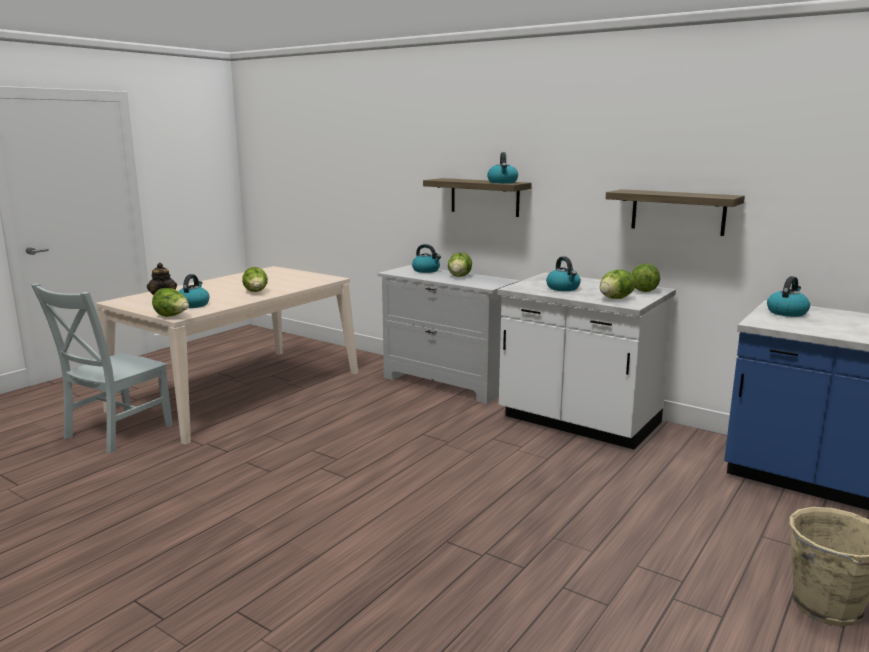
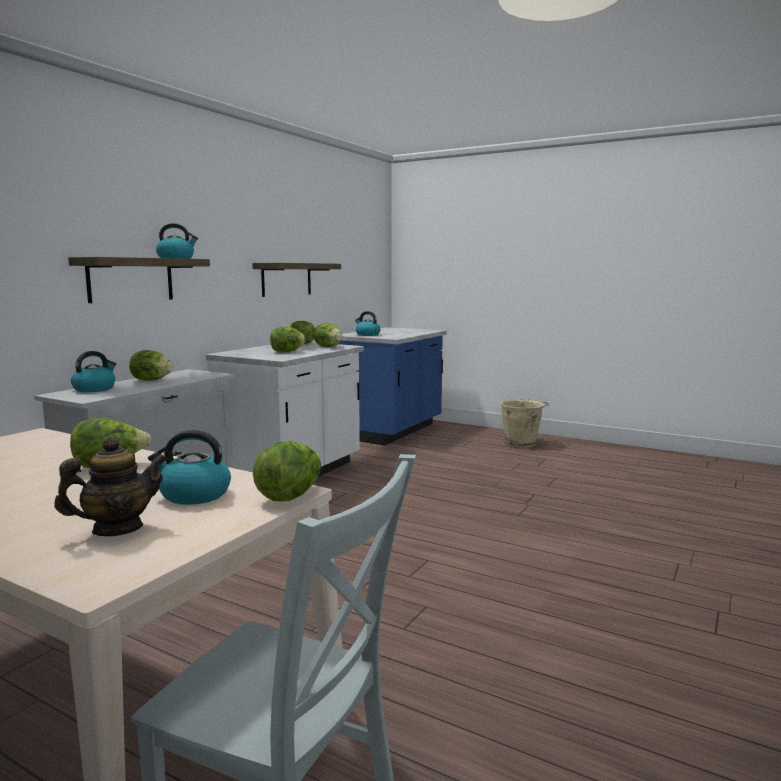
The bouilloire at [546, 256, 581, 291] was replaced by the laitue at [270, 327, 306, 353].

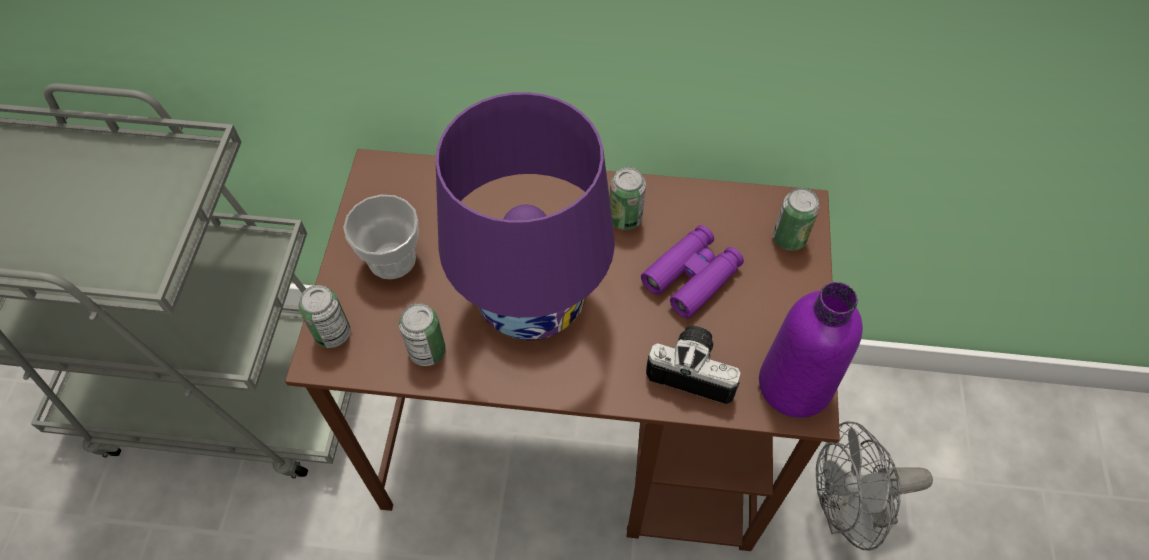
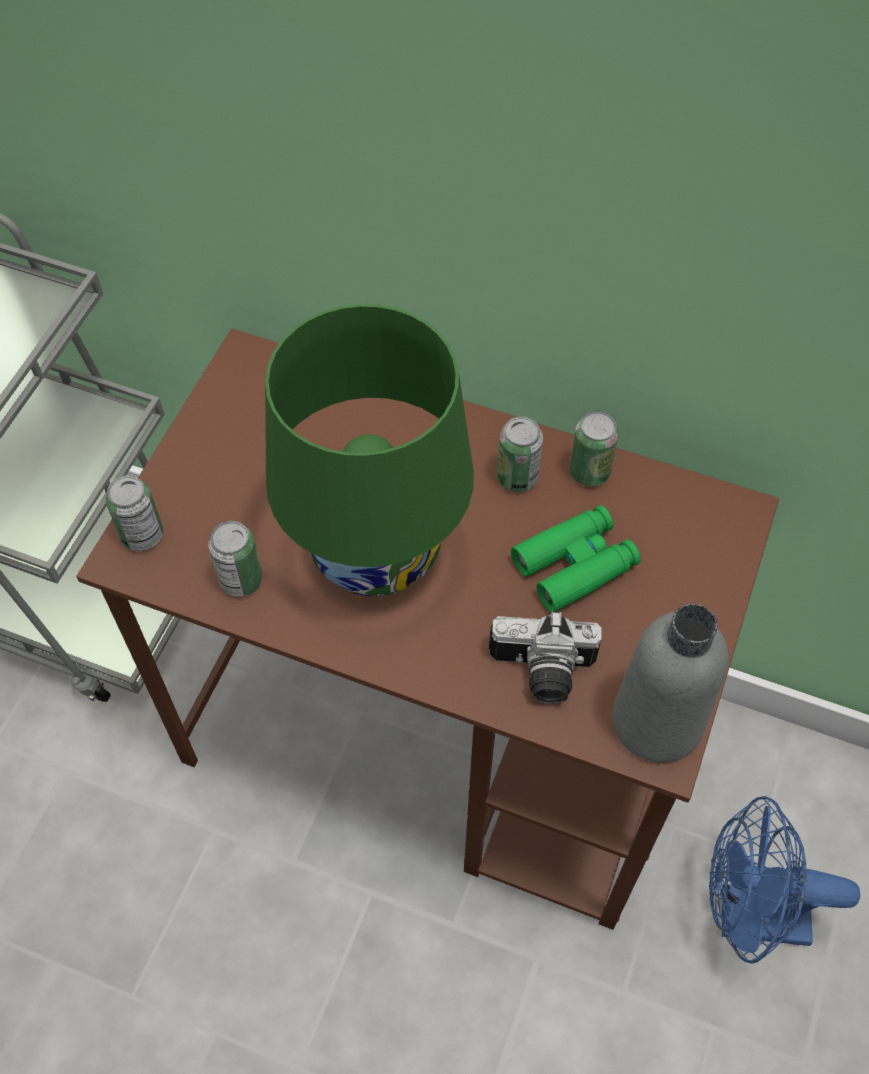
The lampe de table [violet] at [436, 92, 615, 340] became the lampe de table [vert] at [265, 304, 474, 596].
The appareil photo at [646, 326, 741, 404] turned 150 degrees clockwise.
The jumelles [violet] at [641, 225, 744, 318] became the jumelles [vert] at [511, 505, 641, 612].
The boîte métallique moved from [773, 188, 820, 251] to [569, 411, 619, 487].
The bouteille [violet] at [759, 282, 863, 418] became the bouteille [gris] at [612, 604, 728, 763].
The ventilateur [gris] at [816, 421, 933, 551] became the ventilateur [bleu] at [709, 796, 860, 964].
The tasse at [343, 195, 418, 279] disappeared.

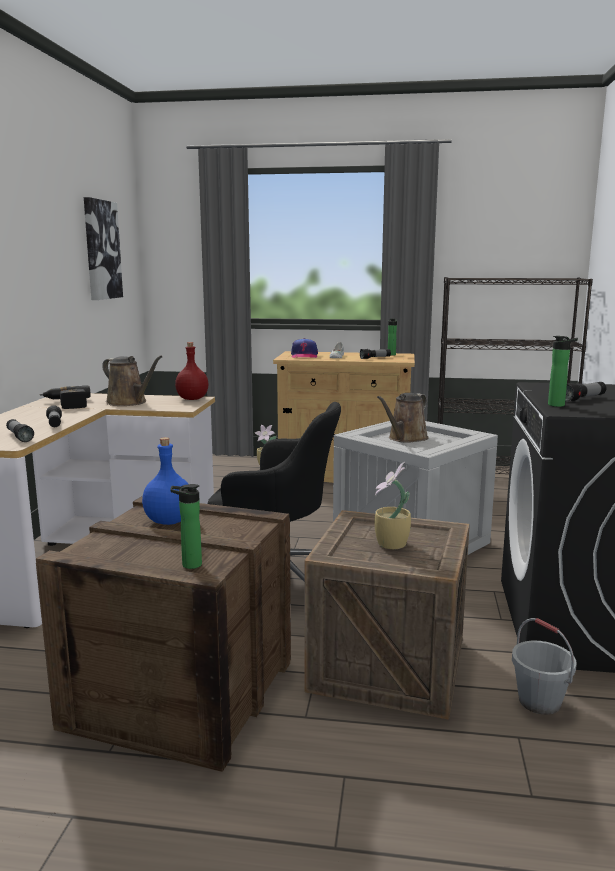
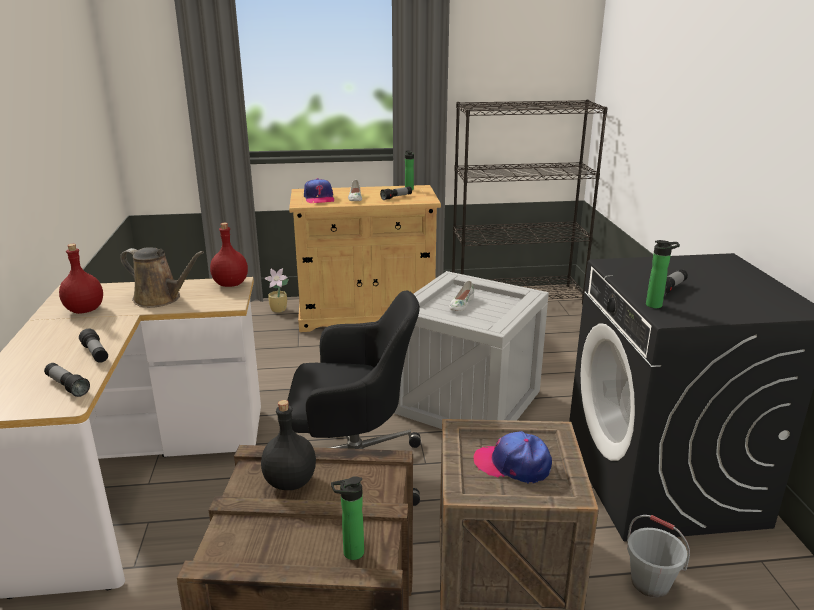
The perceuse at [40, 385, 91, 409] was replaced by the bouteille [rouge] at [59, 244, 103, 314].
The bouteille [bleu] at [142, 437, 188, 525] became the bouteille [noir] at [261, 400, 316, 490].
The arrosoir [marron] at [377, 393, 429, 443] was replaced by the chaussure [blanc] at [449, 281, 474, 312].
The plante en pot at [374, 462, 411, 549] was replaced by the casquette at [473, 431, 552, 484].
The tableau at [84, 197, 123, 300] disappeared.

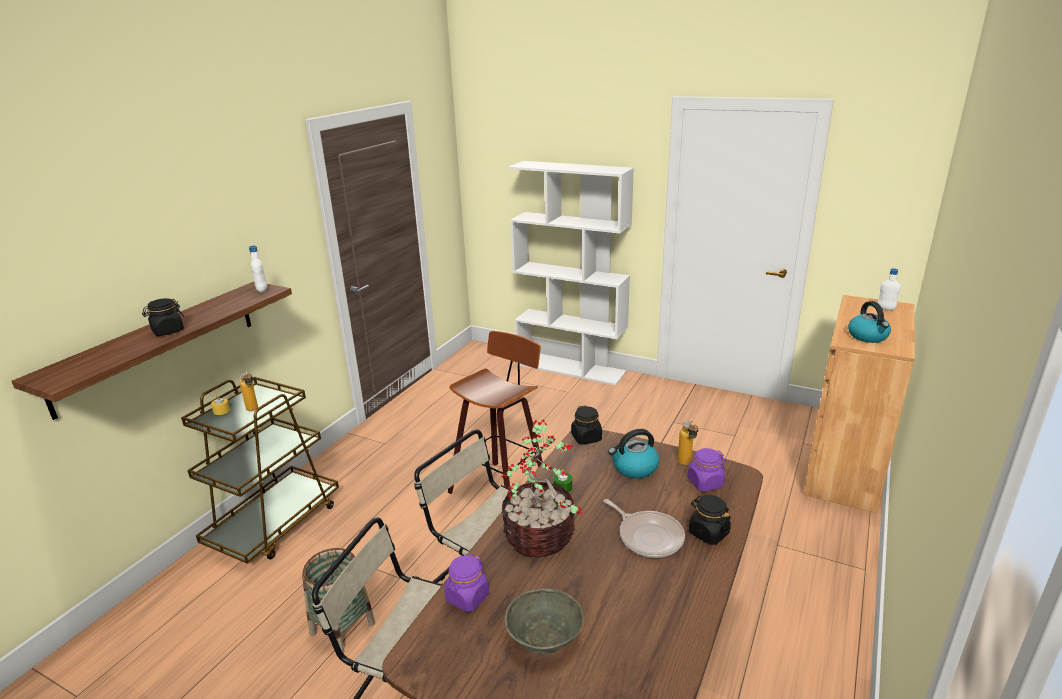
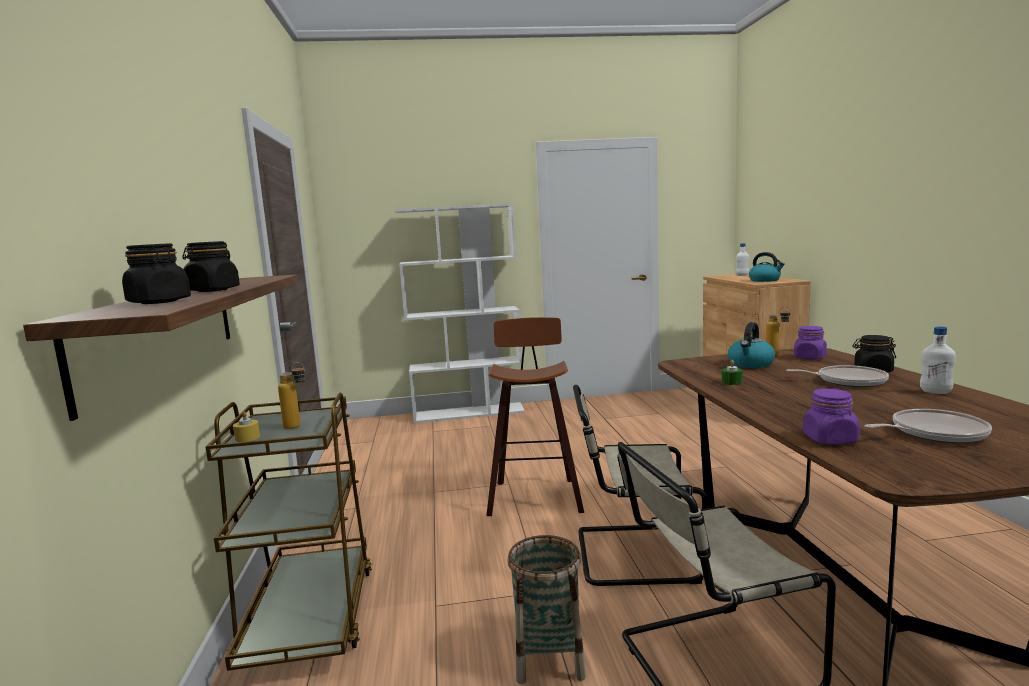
The bocal [noir] moved from [571, 406, 602, 444] to [122, 243, 191, 304].
The bol [gris] at [505, 589, 584, 654] was replaced by the poêle at [864, 409, 992, 443].
The bouteille [blanc] moved from [249, 246, 267, 293] to [920, 326, 956, 394].
The plante en pot at [501, 419, 583, 557] disappeared.

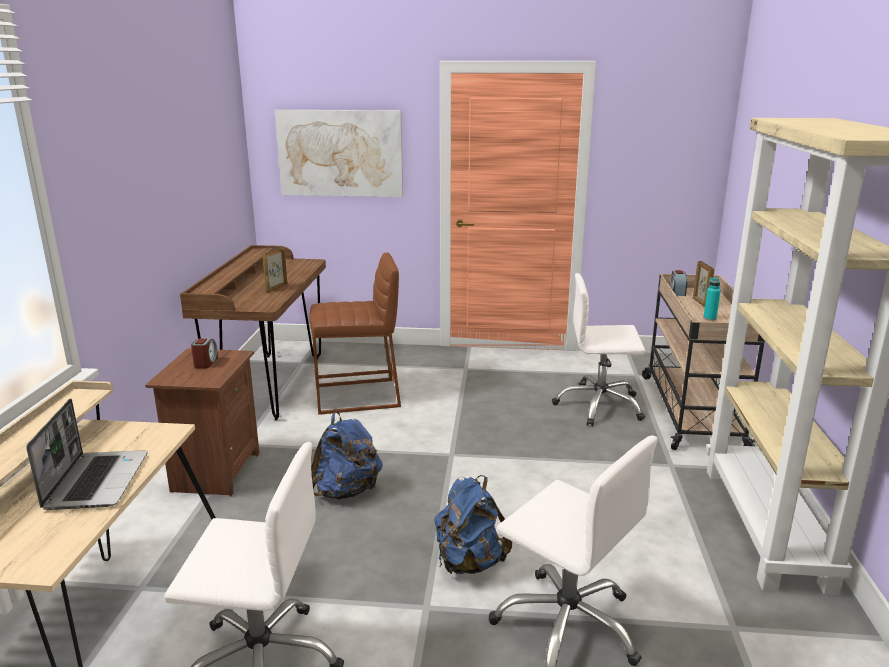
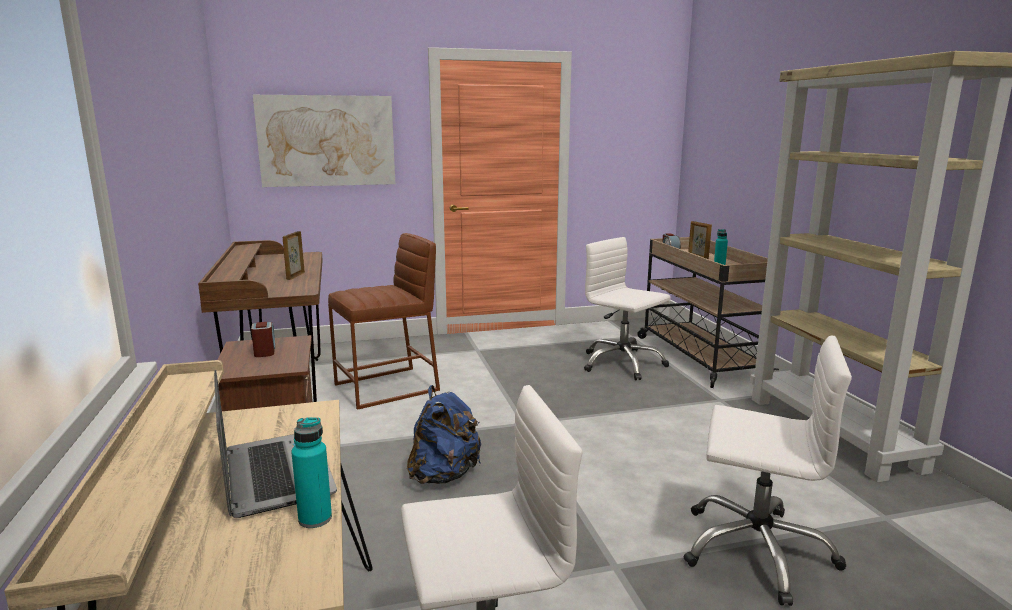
The bouteille [turquoise] at [291, 417, 332, 528] appeared.
The chaise de bureau [blanc] at [552, 273, 645, 426] turned 60 degrees clockwise.
The sac à dos [bleu] at [434, 475, 512, 574] disappeared.

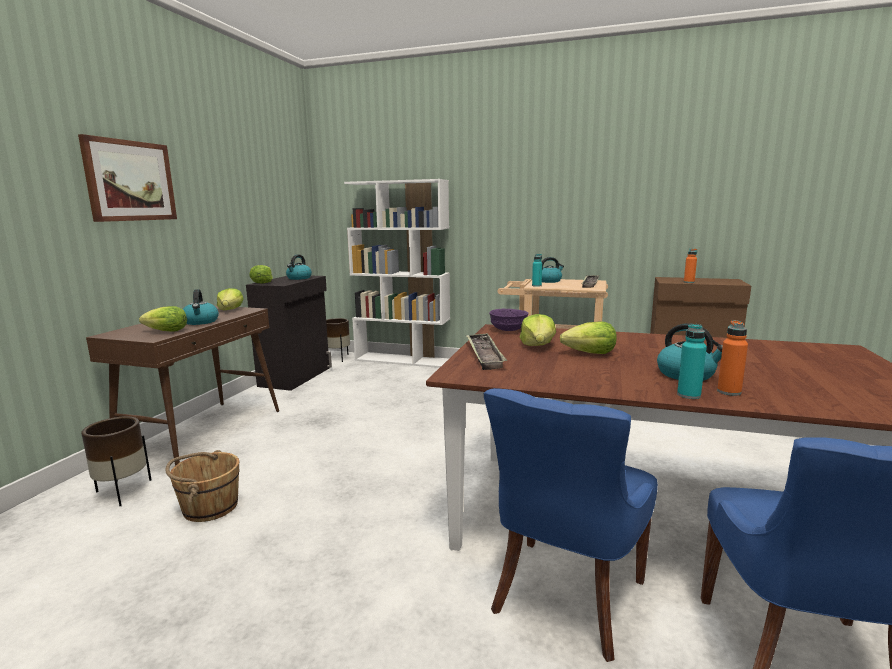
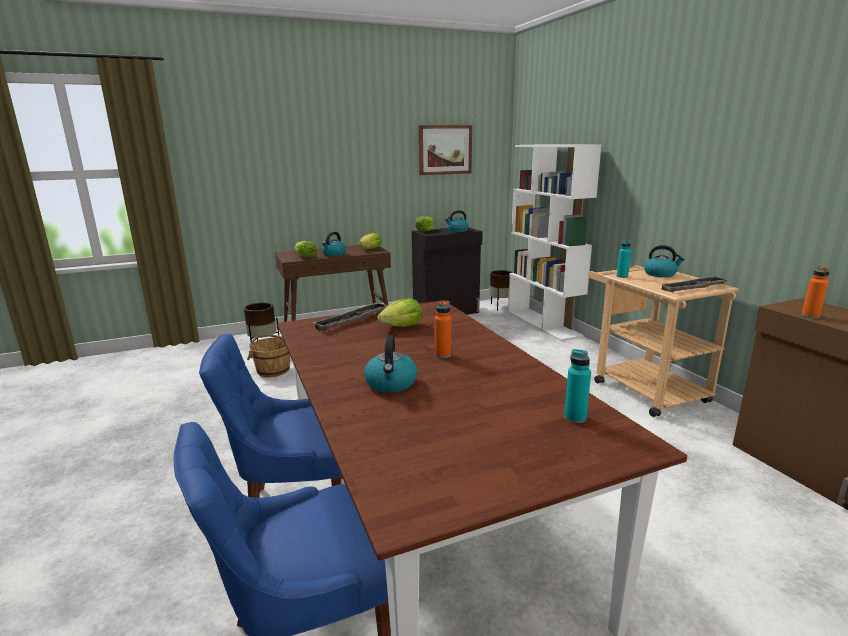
The tableau moved from [78, 134, 177, 222] to [419, 125, 472, 175].
The bouteille [orange] moved from [717, 320, 748, 396] to [434, 301, 451, 358].
The bouteille [turquoise] moved from [677, 324, 707, 399] to [564, 349, 591, 423].
The bol [violet] at [489, 309, 528, 331] disappeared.
The laitue at [560, 321, 617, 354] disappeared.

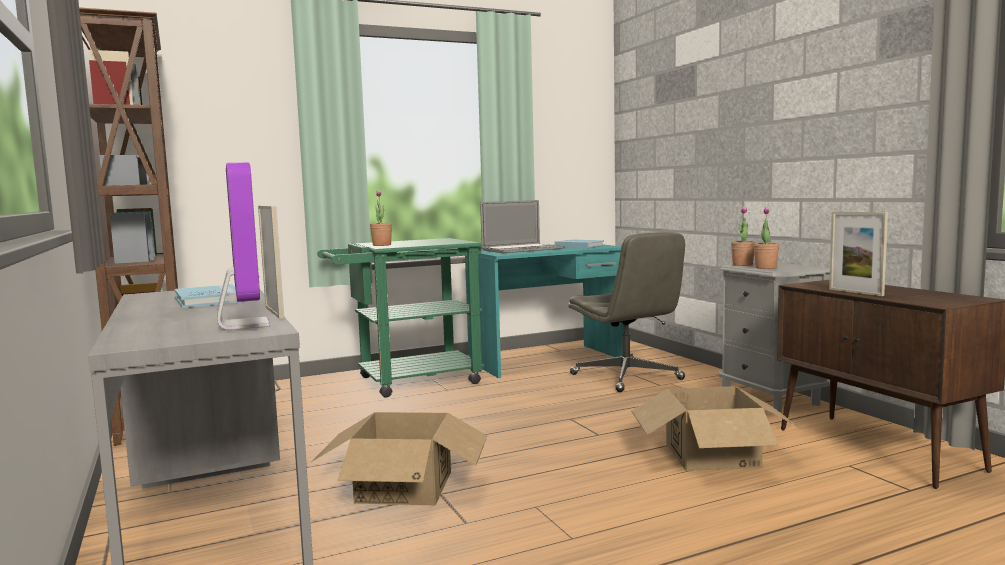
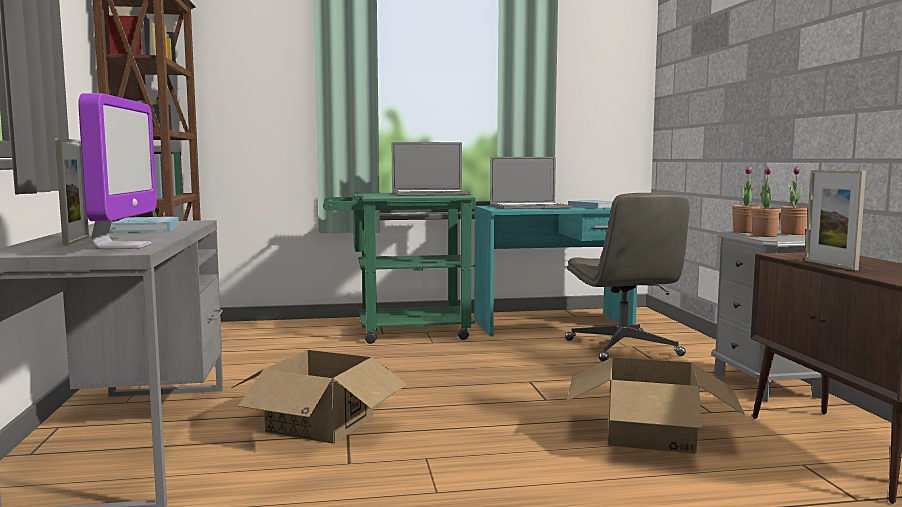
The cadre photo moved from [258, 206, 285, 319] to [55, 138, 89, 246].
The ordinateur portable at [392, 142, 471, 196] appeared.
The plante en pot moved from [370, 190, 392, 246] to [780, 166, 808, 235].

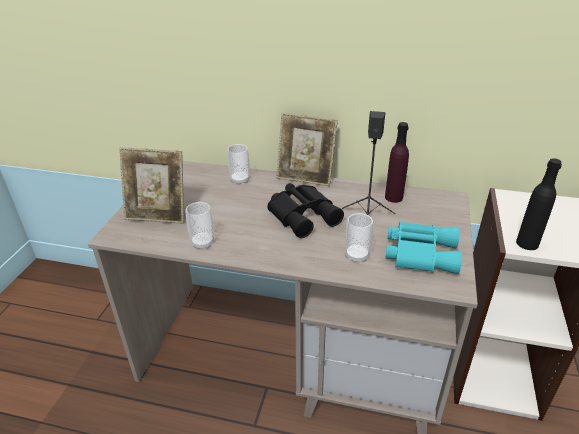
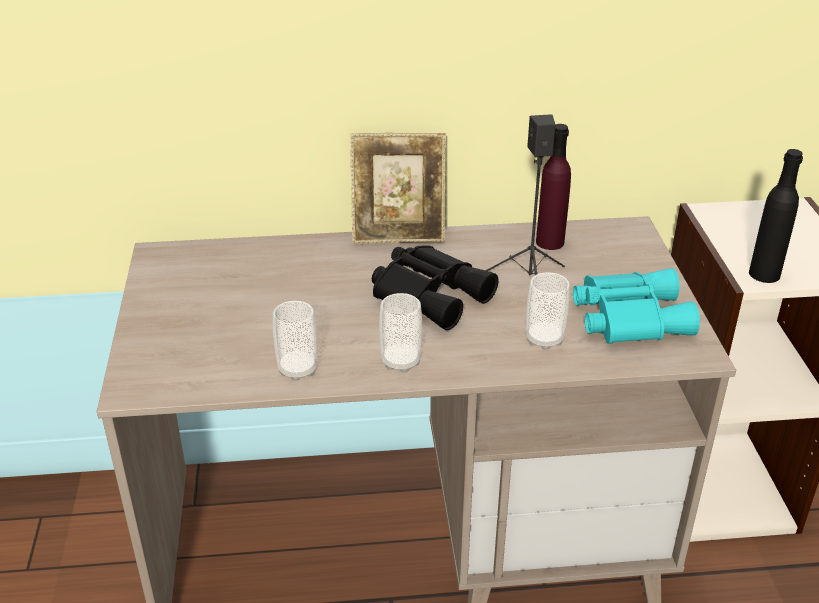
The tasse moved from [227, 144, 250, 185] to [379, 293, 422, 372].
The cadre photo at [119, 147, 184, 224] disappeared.

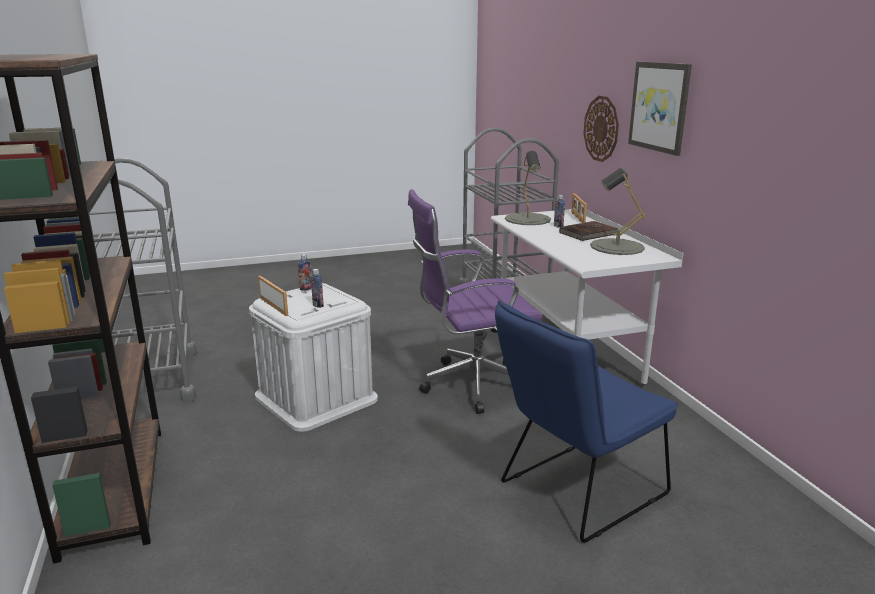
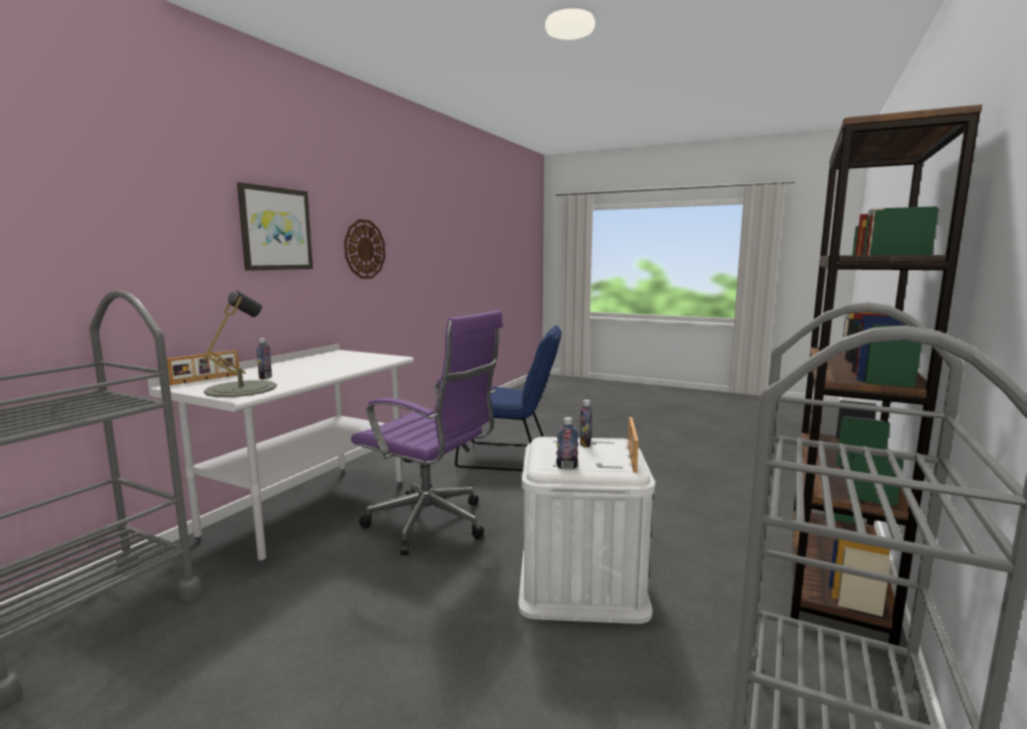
The horloge murale moved from [583, 96, 619, 162] to [344, 219, 385, 279].
The livre [marron] at [559, 221, 619, 241] disappeared.
The lampe de table [gris] at [590, 168, 646, 255] disappeared.

